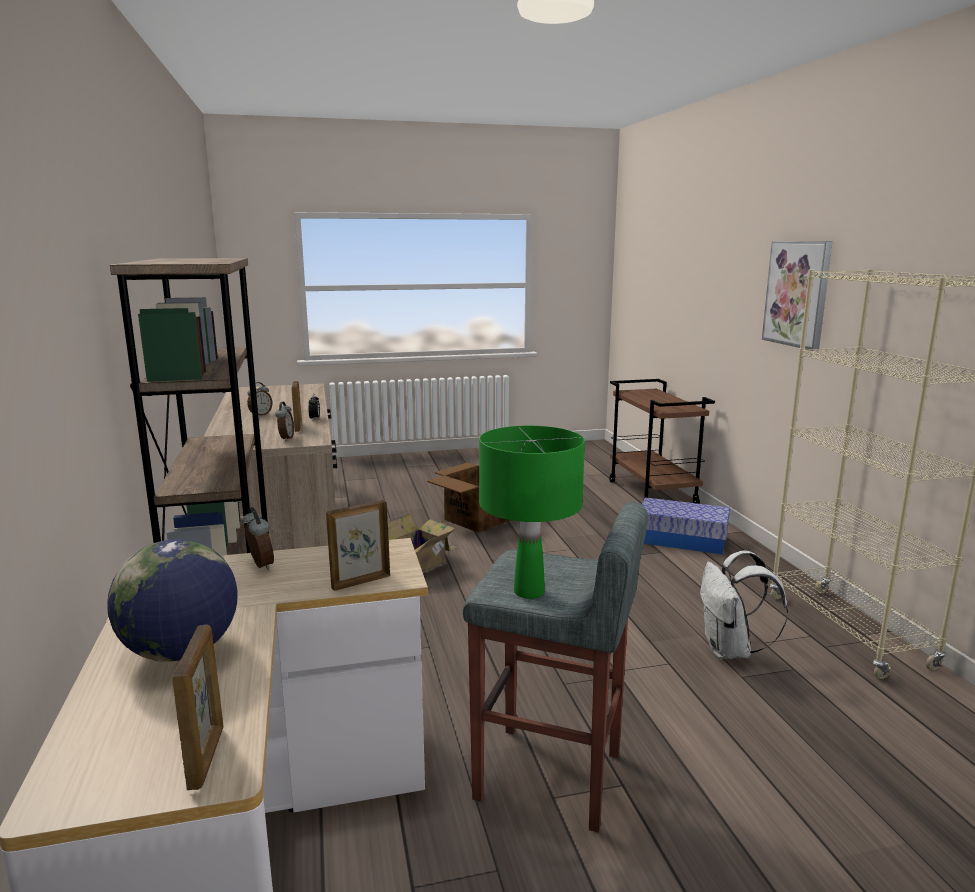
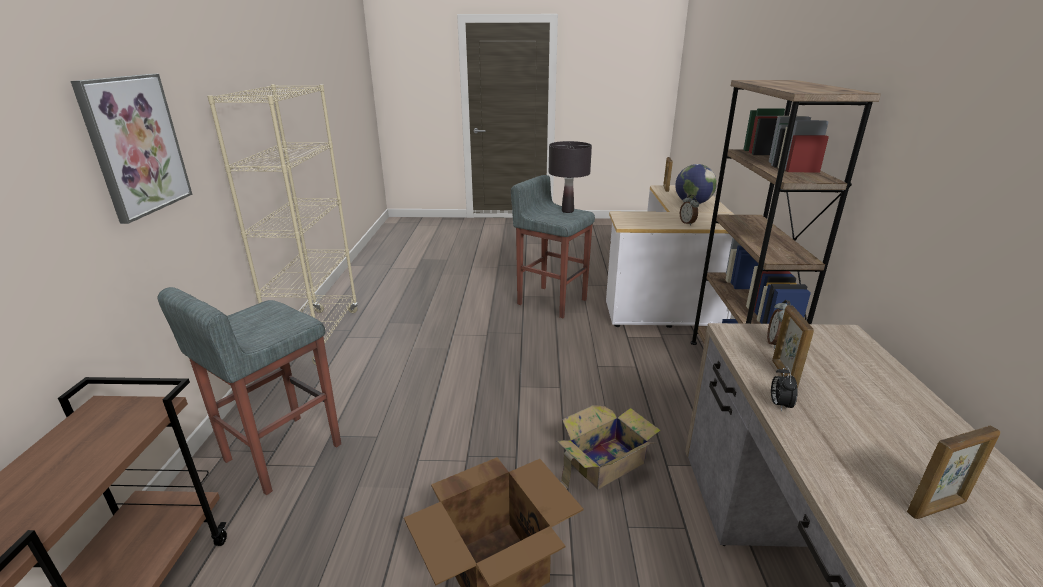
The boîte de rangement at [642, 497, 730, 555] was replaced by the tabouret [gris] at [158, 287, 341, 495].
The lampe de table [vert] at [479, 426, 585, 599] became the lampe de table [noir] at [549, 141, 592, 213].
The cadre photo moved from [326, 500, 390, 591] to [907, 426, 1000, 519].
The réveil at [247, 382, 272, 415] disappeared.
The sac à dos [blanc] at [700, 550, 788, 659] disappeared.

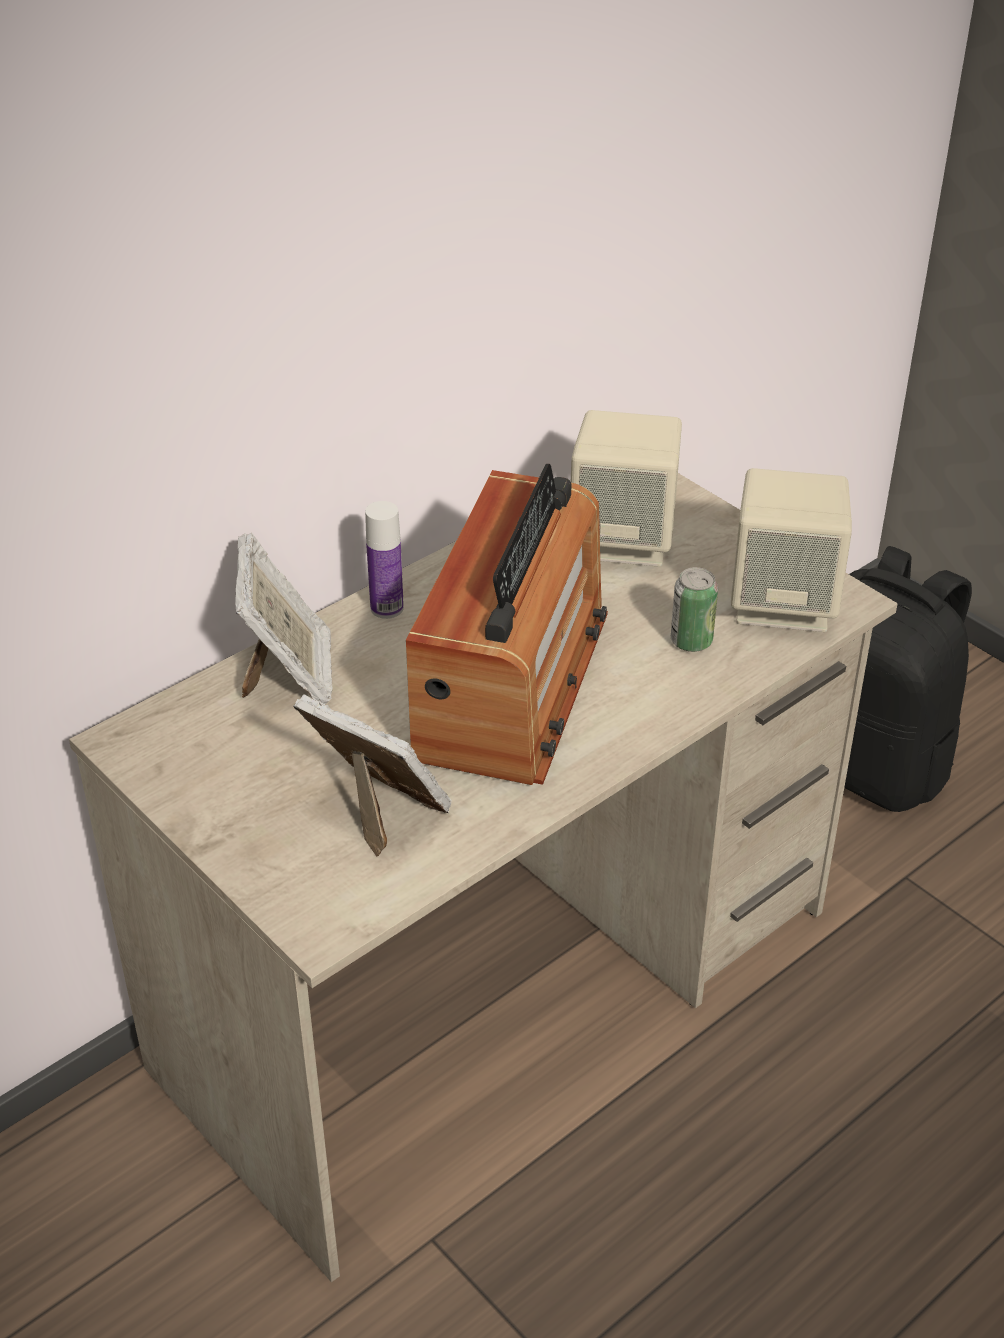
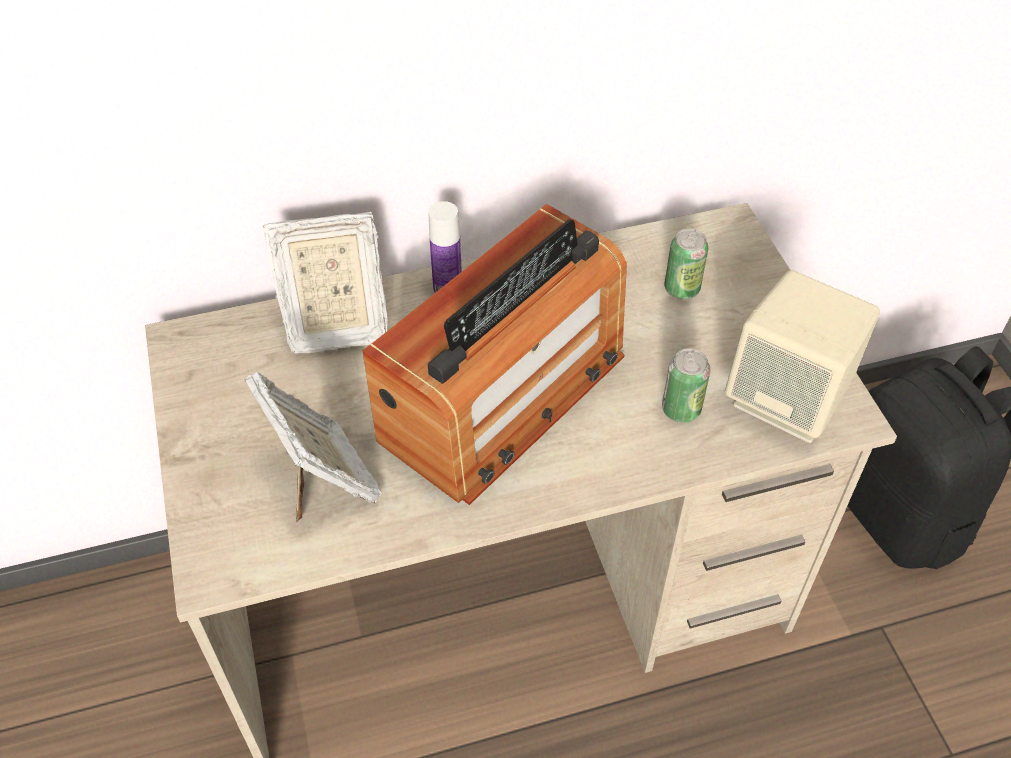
The cadre photo at [235, 533, 333, 705] turned 60 degrees clockwise.
The enceinte [beige] at [571, 410, 682, 567] was replaced by the boîte métallique at [664, 228, 708, 299].

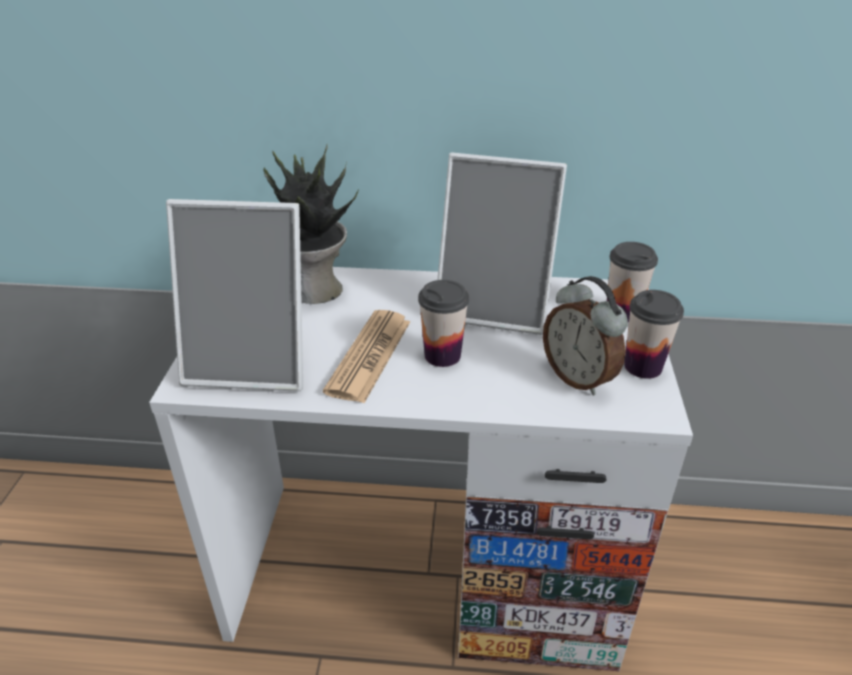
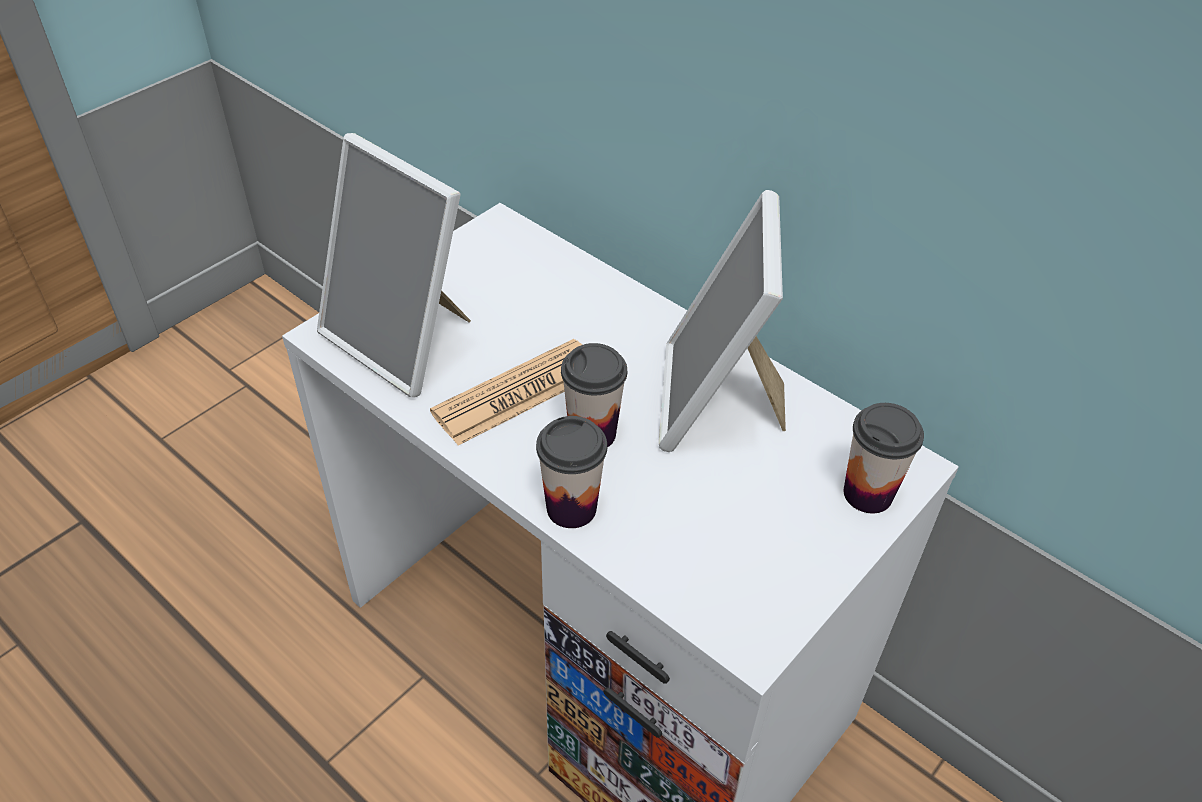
The tasse moved from [624, 290, 684, 379] to [536, 416, 607, 528].
The cadre photo at [437, 152, 567, 335] turned 45 degrees clockwise.
The plante en pot at [263, 145, 359, 304] disappeared.
The réveil at [543, 276, 628, 396] disappeared.

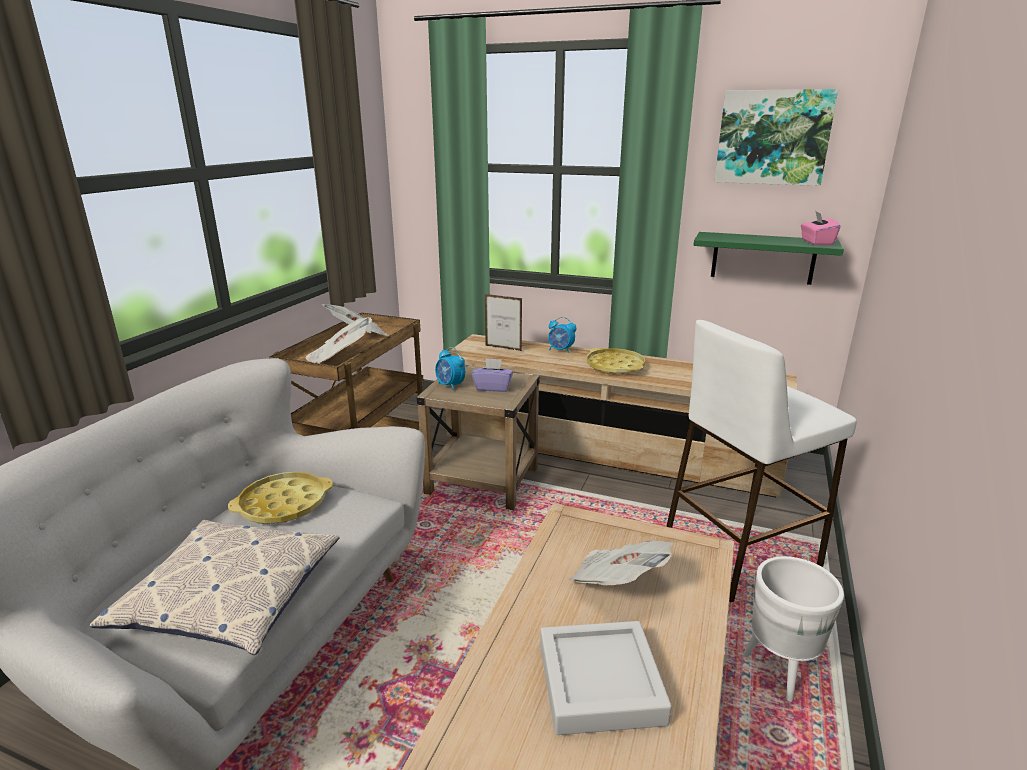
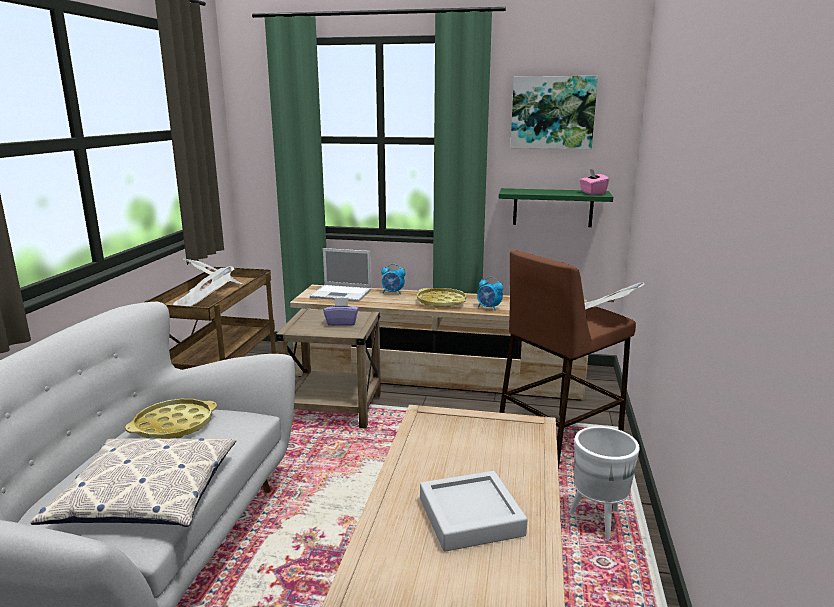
The cadre photo at [485, 294, 522, 351] was replaced by the ordinateur portable at [310, 248, 372, 302].
The réveil moved from [435, 347, 465, 391] to [477, 277, 504, 311].
The tabouret [blanc] at [666, 320, 857, 603] became the tabouret [marron] at [499, 250, 636, 471].
The journal moved from [569, 540, 674, 585] to [585, 282, 645, 310].

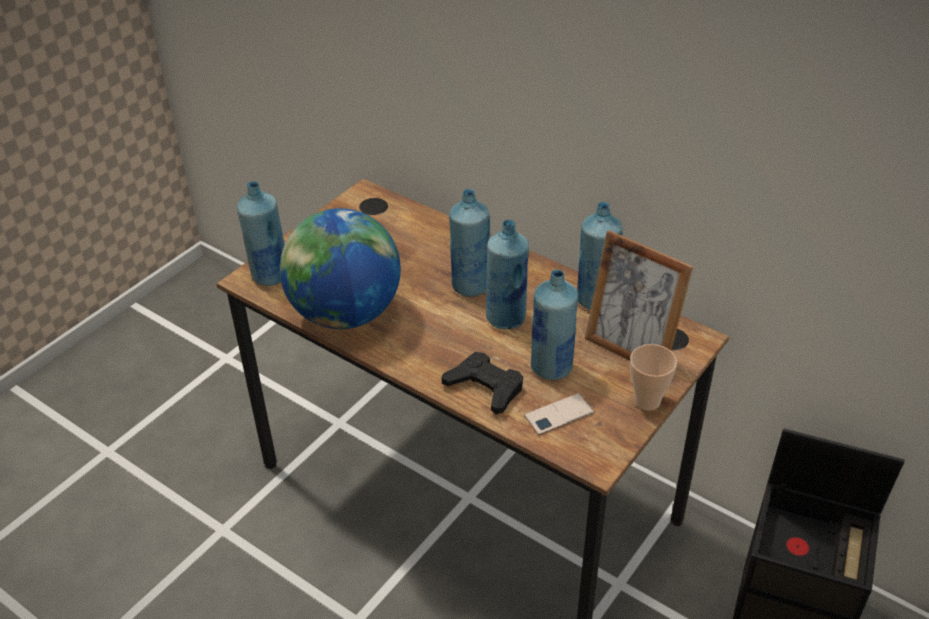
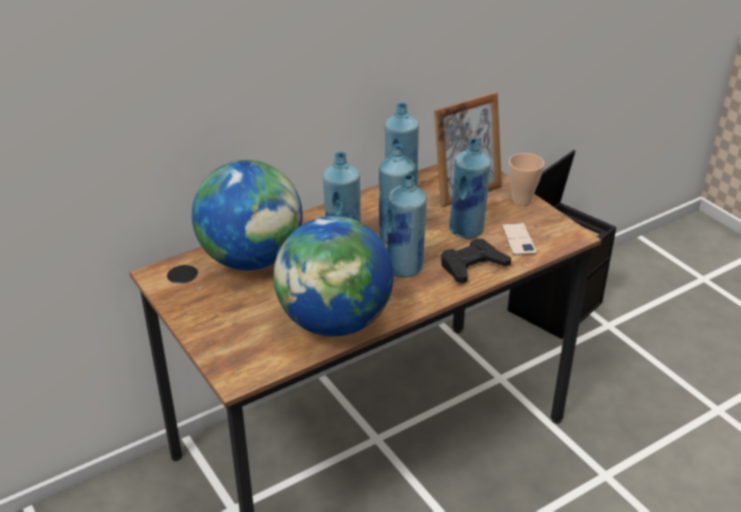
The globe at [192, 160, 303, 270] appeared.
The bouteille [bleu] moved from [237, 181, 284, 286] to [387, 174, 427, 278].

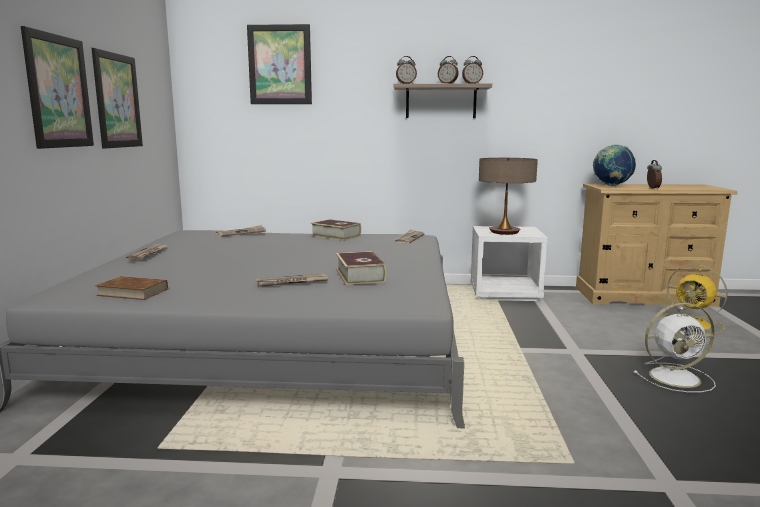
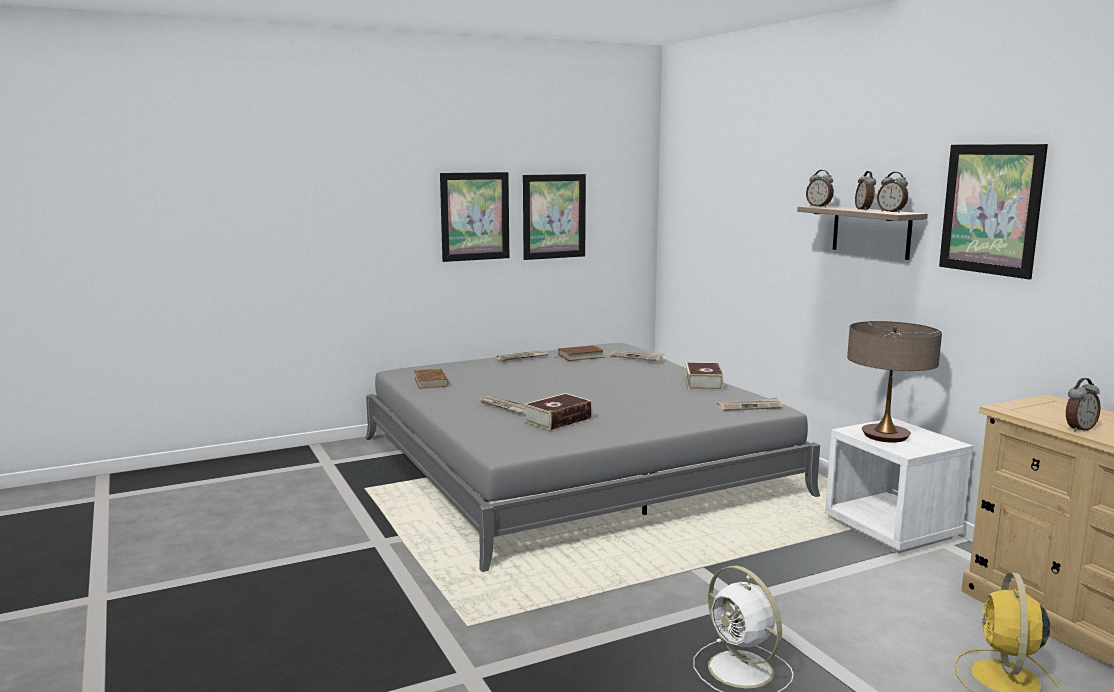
The livre [marron] at [555, 345, 604, 361] appeared.
The tableau moved from [247, 24, 312, 104] to [939, 144, 1048, 279].
The globe at [593, 145, 636, 186] disappeared.

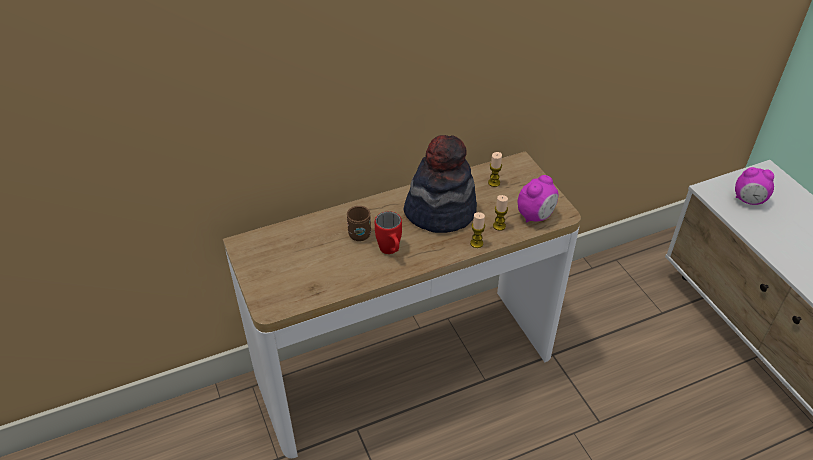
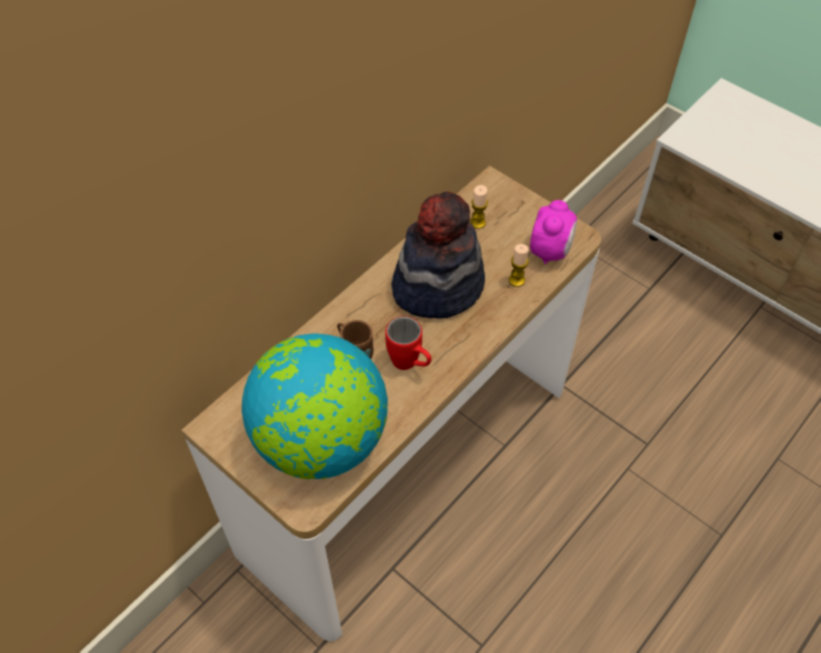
The globe at [242, 333, 388, 479] appeared.
The bougie at [470, 212, 485, 248] disappeared.
The réveil at [735, 167, 774, 205] disappeared.

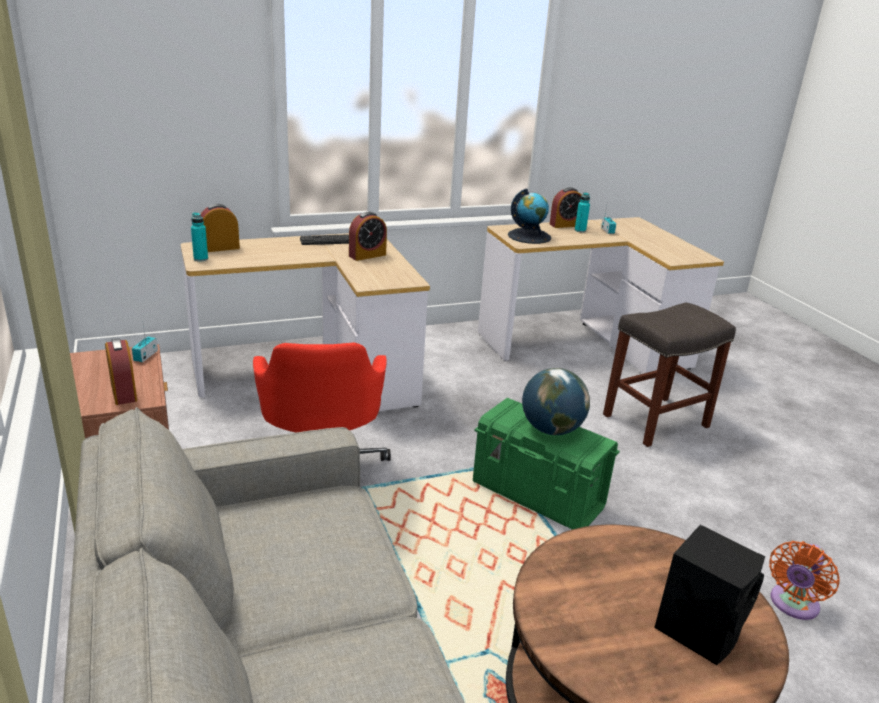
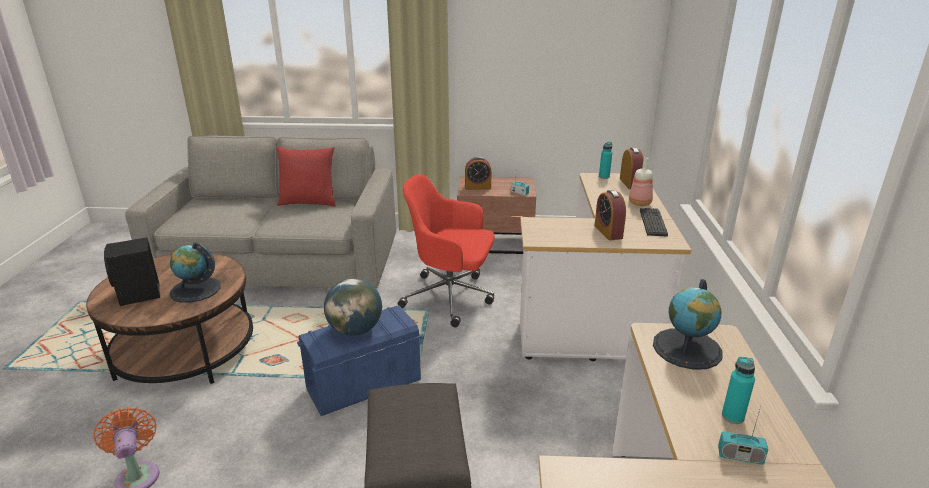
The globe at [170, 242, 221, 303] appeared.
The coussin [rouge] at [276, 146, 336, 207] appeared.
The boîte de rangement [vert] at [473, 398, 620, 529] became the boîte de rangement [bleu] at [297, 305, 422, 416].
The bouteille at [629, 158, 653, 206] appeared.
The réveil at [550, 187, 581, 228] disappeared.

